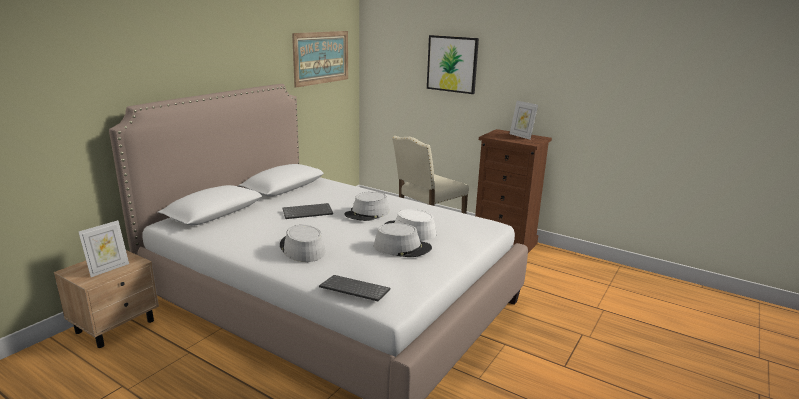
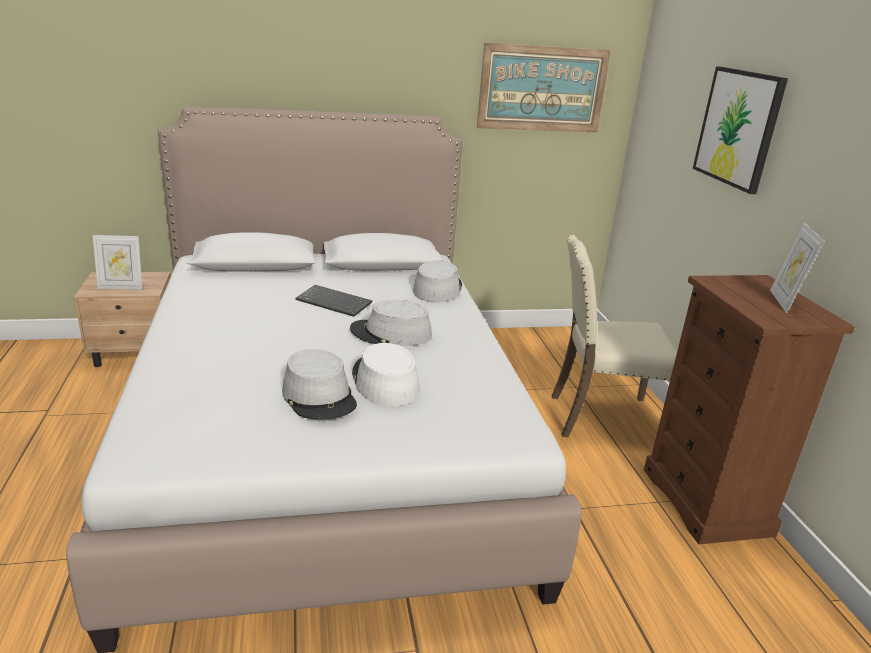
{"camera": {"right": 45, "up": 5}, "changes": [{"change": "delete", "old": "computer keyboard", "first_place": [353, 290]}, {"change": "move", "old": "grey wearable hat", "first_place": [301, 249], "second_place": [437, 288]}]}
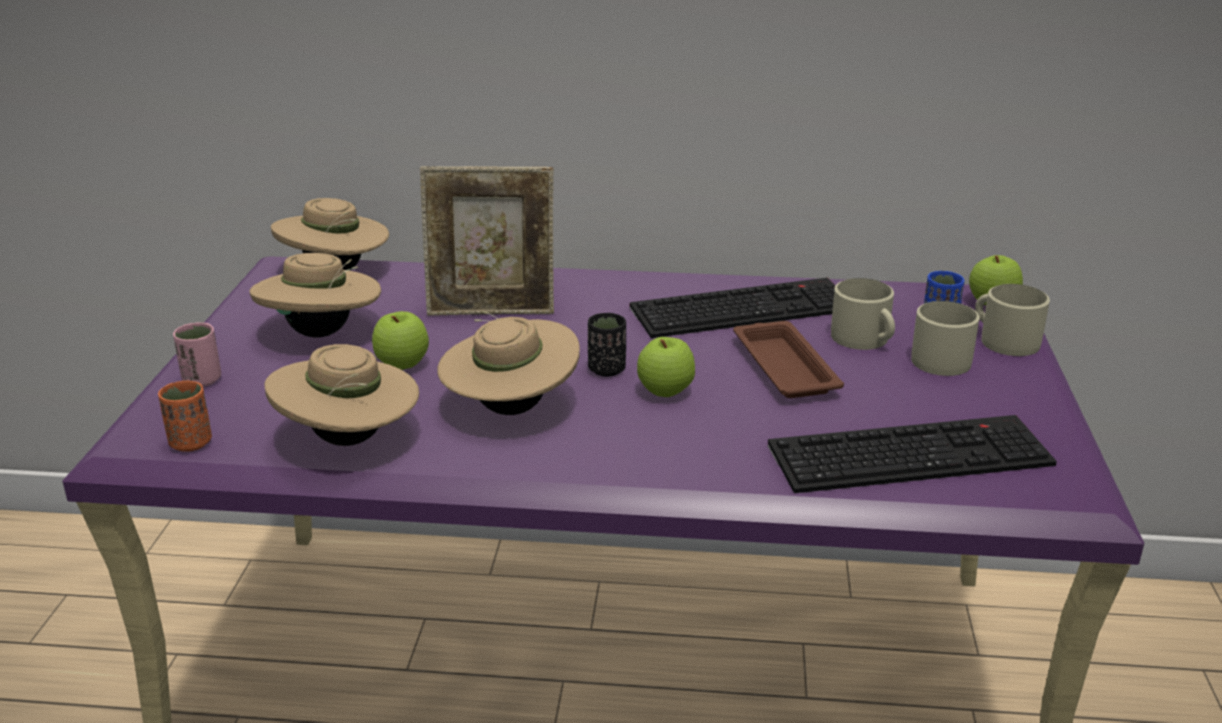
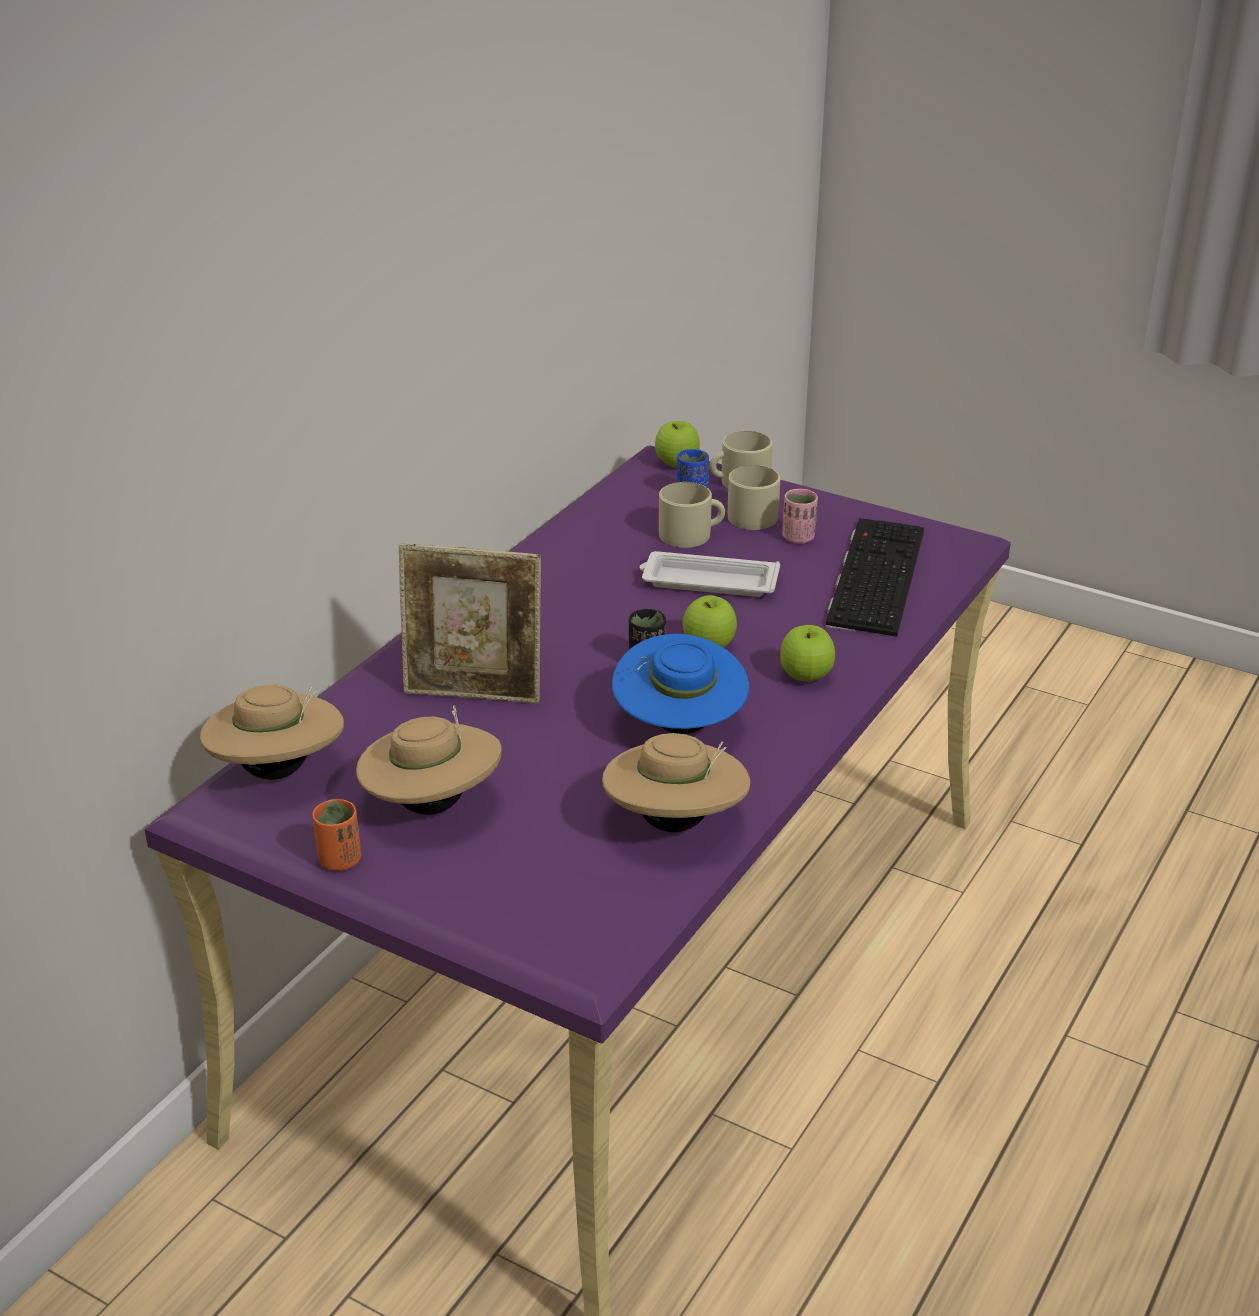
{"camera": {"right": -65, "up": 5}, "changes": [{"change": "delete", "old": "computer keyboard", "first_place": [744, 307]}, {"change": "move", "old": "orange small cup", "first_place": [190, 443], "second_place": [340, 860]}, {"change": "move", "old": "pink-coloured small cup", "first_place": [202, 380], "second_place": [798, 538]}, {"change": "move", "old": "whole apple", "first_place": [402, 365], "second_place": [806, 676]}, {"change": "recolor", "old": "sand-coloured wearable hat", "new": "blue wearable hat", "first_place": [510, 408], "second_place": [679, 727]}, {"change": "recolor", "old": "brown-coloured serving tray", "new": "white serving tray", "first_place": [783, 366], "second_place": [707, 582]}, {"change": "rotate", "old": "picture frame", "first_place": [492, 312], "second_place": [474, 694], "degrees": 75}]}
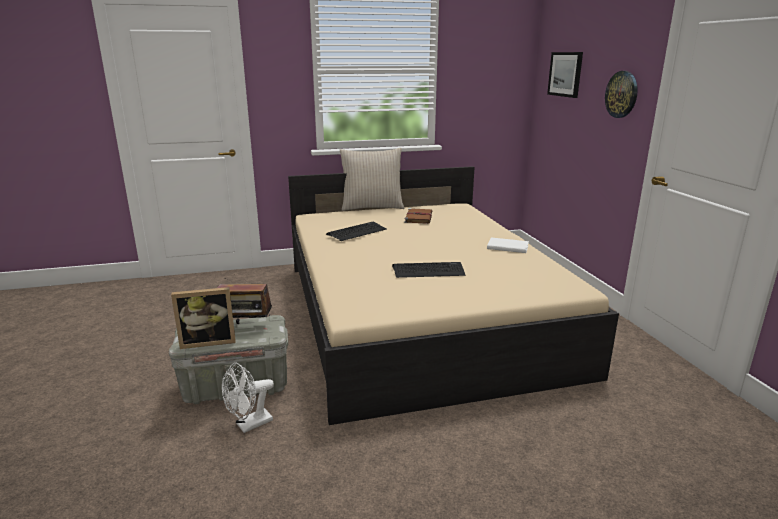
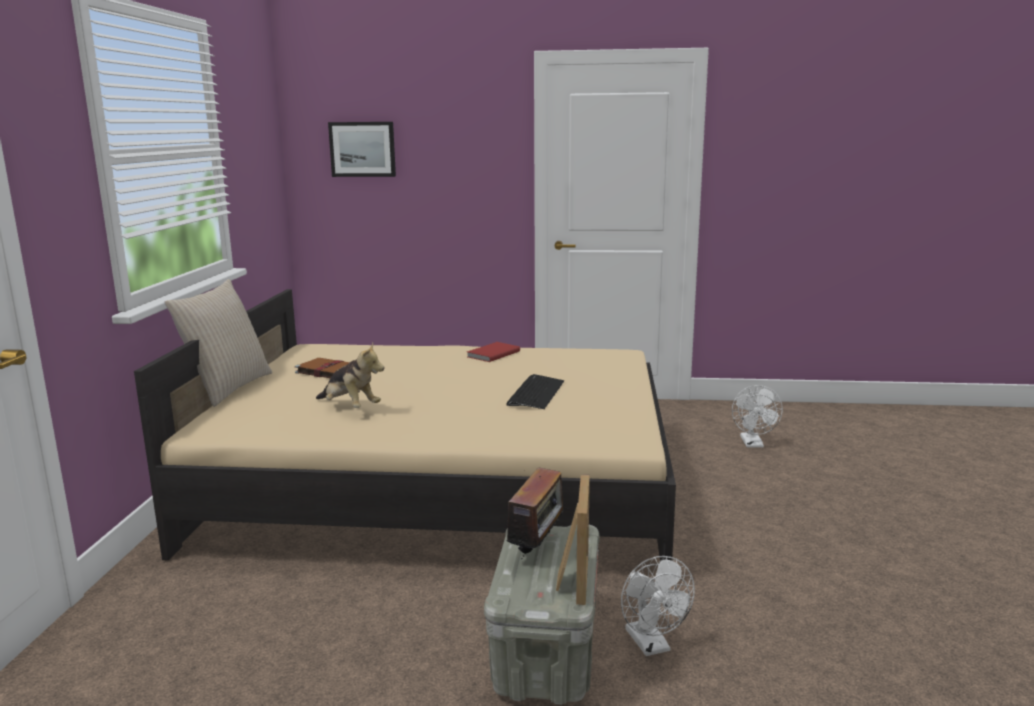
{"camera": {"right": -70, "up": -5}, "changes": [{"change": "delete", "old": "clock on the wall", "first_place": [622, 94]}, {"change": "insert", "new": "white fan", "second_place": [753, 444]}, {"change": "replace", "old": "computer keyboard", "new": "cuddly toy", "first_place": [357, 232], "second_place": [350, 407]}, {"change": "recolor", "old": "white volume", "new": "red-coloured volume", "first_place": [507, 247], "second_place": [492, 354]}]}
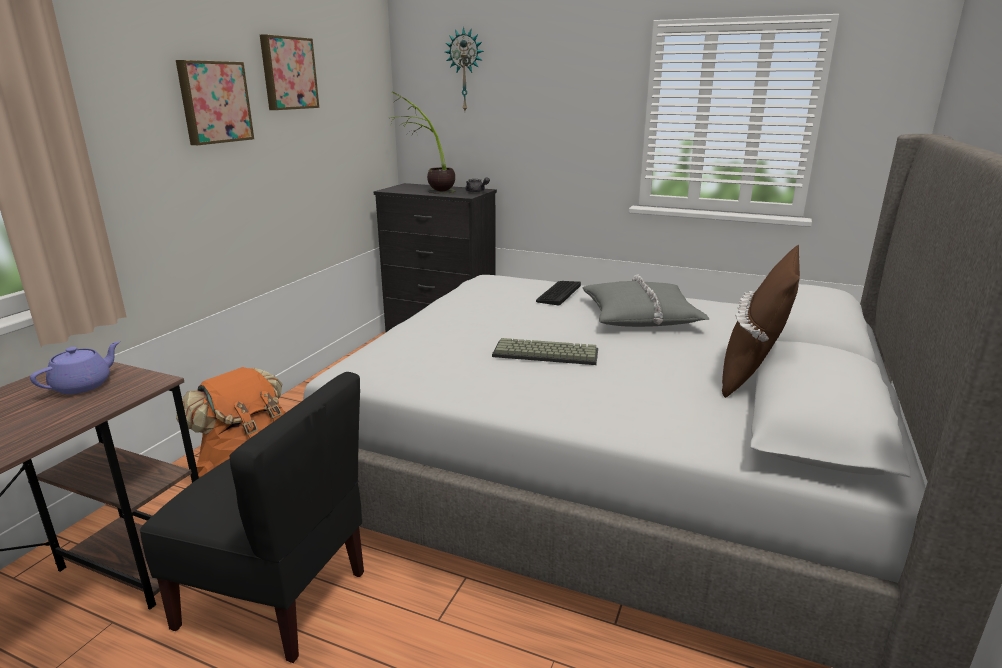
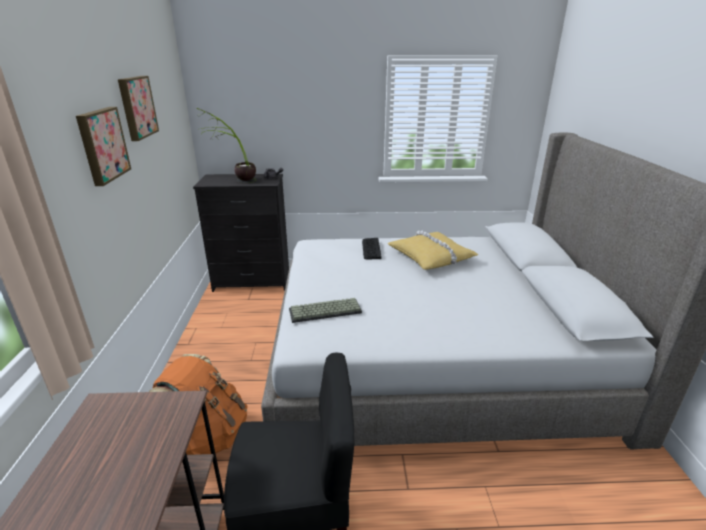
{"camera": {"right": -25, "up": 5}, "changes": [{"change": "delete", "old": "purple-coloured teapot", "first_place": [83, 385]}, {"change": "delete", "old": "clock on the wall", "first_place": [465, 70]}, {"change": "delete", "old": "brown-coloured throw pillow", "first_place": [752, 374]}, {"change": "move", "old": "computer keyboard", "first_place": [544, 354], "second_place": [324, 312]}, {"change": "recolor", "old": "grey throw pillow", "new": "yellowish throw pillow", "first_place": [640, 316], "second_place": [431, 257]}]}
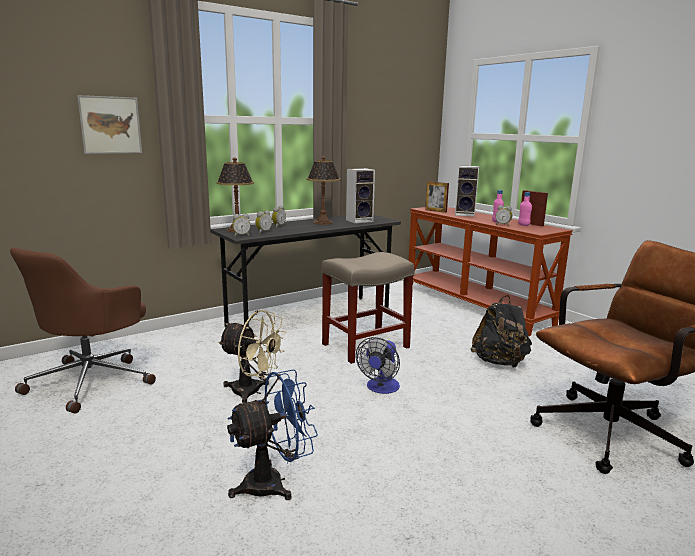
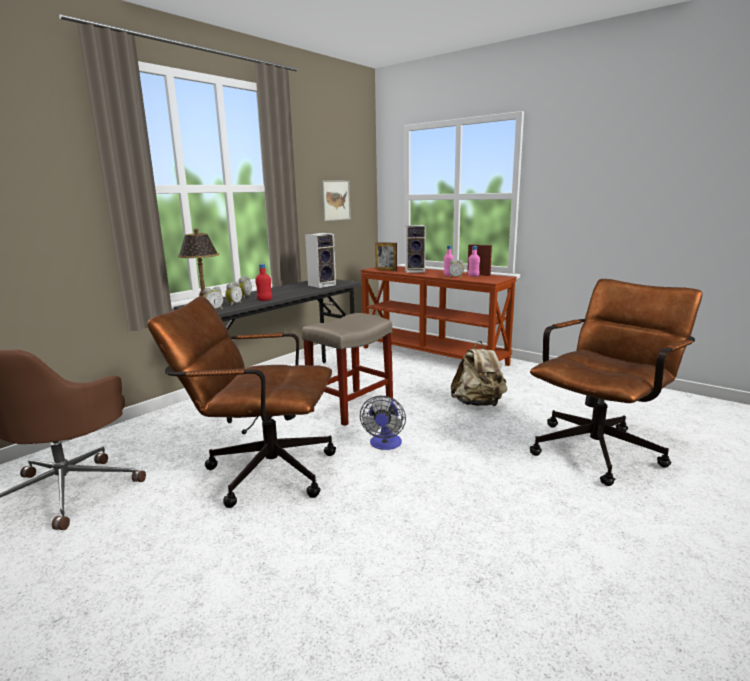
{"camera": {"right": -15, "up": 0}, "changes": [{"change": "delete", "old": "blue fan", "first_place": [273, 482]}, {"change": "delete", "old": "table lamp", "first_place": [323, 222]}, {"change": "insert", "new": "red-coloured beverage bottle", "second_place": [264, 300]}, {"change": "move", "old": "wall picture", "first_place": [110, 125], "second_place": [335, 200]}, {"change": "replace", "old": "sand-coloured fan", "new": "brown-coloured desk chair", "first_place": [253, 392], "second_place": [260, 470]}, {"change": "recolor", "old": "blackish knapsack", "new": "sand-coloured knapsack", "first_place": [499, 363], "second_place": [478, 404]}]}
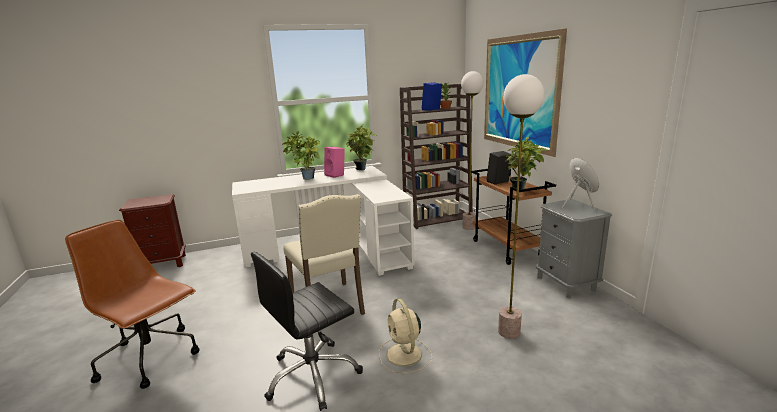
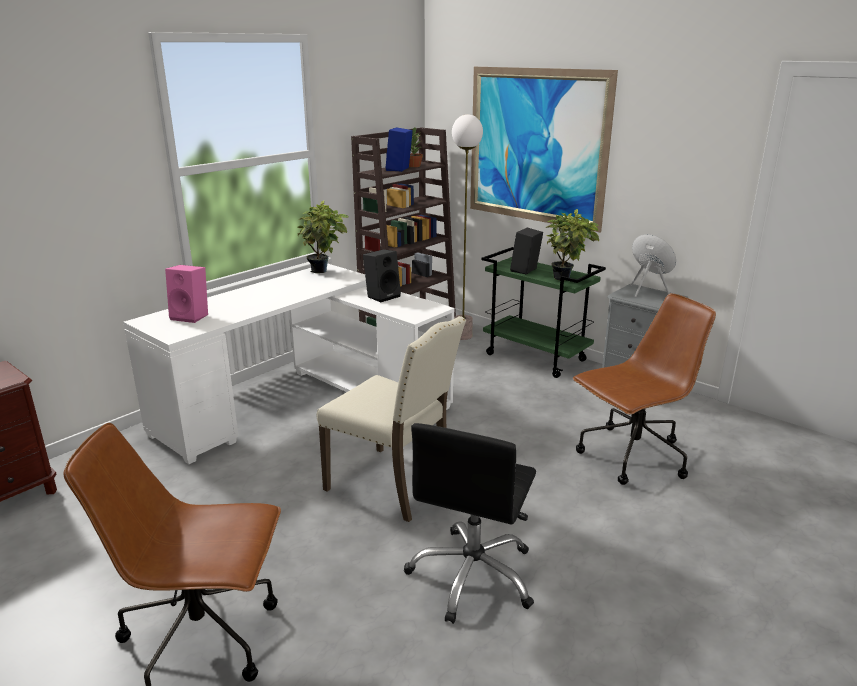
{"camera": {"right": -30, "up": 5}, "changes": [{"change": "delete", "old": "houseplant", "first_place": [305, 179]}, {"change": "delete", "old": "sand-coloured fan", "first_place": [404, 355]}, {"change": "insert", "new": "blackish loudspeaker", "second_place": [382, 296]}, {"change": "move", "old": "pink-coloured loudspeaker", "first_place": [336, 175], "second_place": [192, 316]}, {"change": "replace", "old": "standing lamp", "new": "brown-coloured desk chair", "first_place": [509, 332], "second_place": [631, 457]}, {"change": "recolor", "old": "brown-coloured wheeled cart", "new": "greenish wheeled cart", "first_place": [507, 249], "second_place": [536, 357]}]}
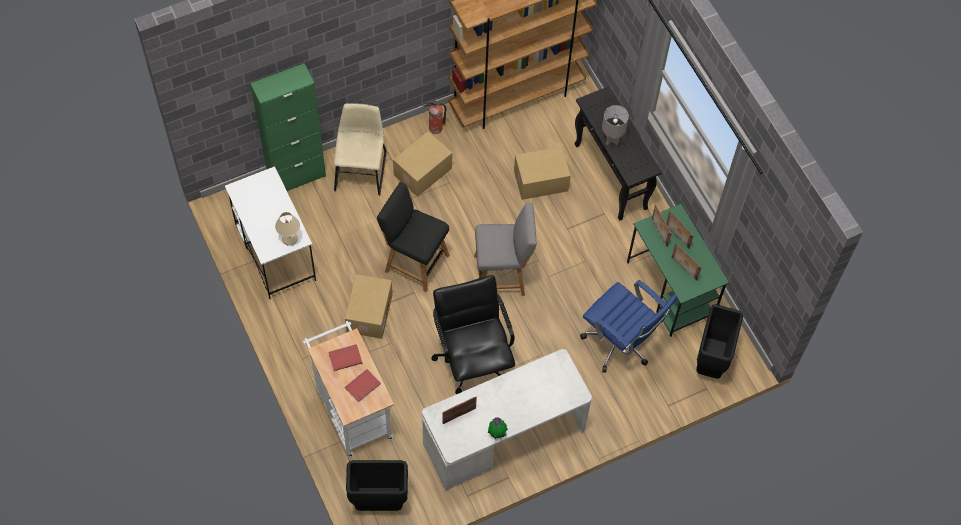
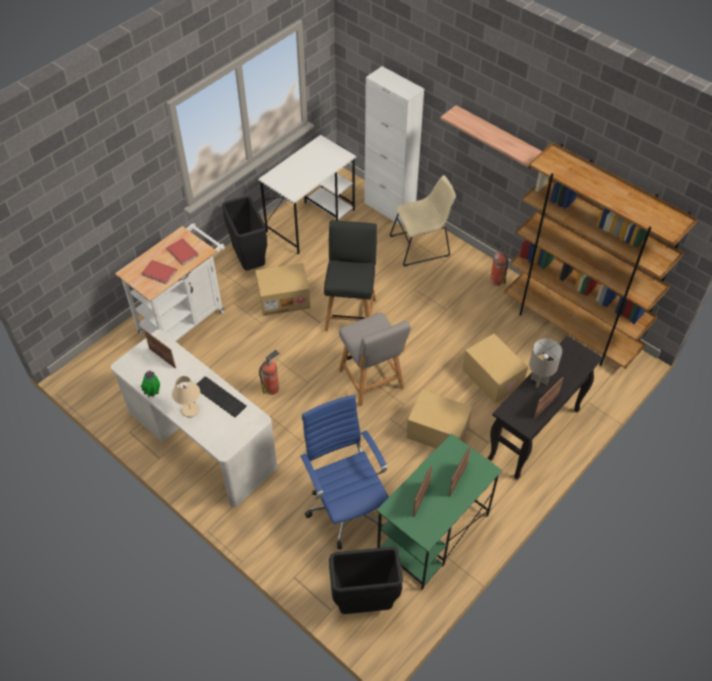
{"camera": {"right": 70, "up": -10}, "changes": [{"change": "insert", "new": "computer keyboard", "second_place": [218, 397]}, {"change": "insert", "new": "bracket shelf", "second_place": [497, 138]}, {"change": "move", "old": "sand-coloured table lamp", "first_place": [289, 239], "second_place": [190, 410]}, {"change": "move", "old": "blackish rubbish bin", "first_place": [379, 503], "second_place": [249, 262]}, {"change": "move", "old": "cardboard box", "first_place": [423, 172], "second_place": [437, 432]}, {"change": "move", "old": "picture frame", "first_place": [659, 232], "second_place": [545, 406]}, {"change": "replace", "old": "blackish desk chair", "new": "fire-fighting cylinder", "first_place": [472, 359], "second_place": [272, 388]}, {"change": "recolor", "old": "greenish cupboard", "new": "white cupboard", "first_place": [296, 176], "second_place": [389, 209]}, {"change": "rotate", "old": "blue desk chair", "first_place": [620, 344], "second_place": [345, 507], "degrees": 135}]}
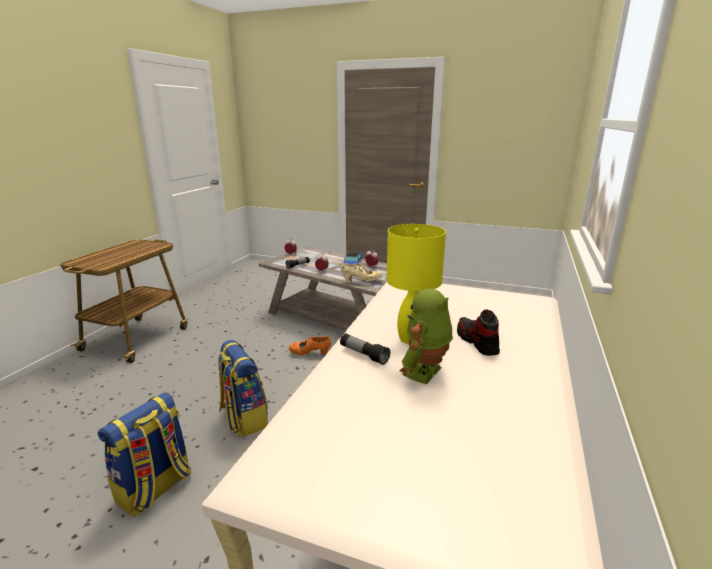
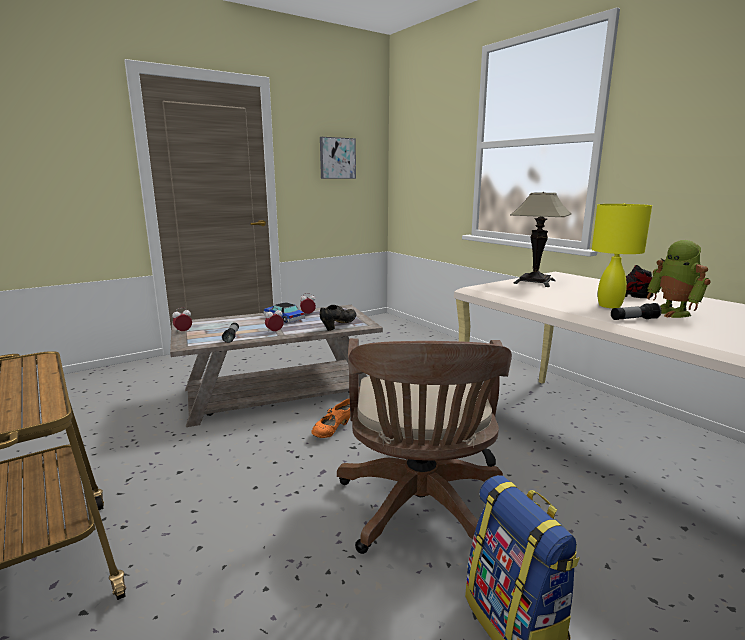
{"camera": {"right": -55, "up": -5}, "changes": [{"change": "insert", "new": "wall picture", "second_place": [337, 158]}, {"change": "insert", "new": "table lamp", "second_place": [534, 282]}, {"change": "replace", "old": "knapsack", "new": "brown-coloured desk chair", "first_place": [243, 418], "second_place": [420, 512]}, {"change": "recolor", "old": "sand-coloured item of footwear", "new": "blackish item of footwear", "first_place": [362, 281], "second_place": [339, 326]}]}
